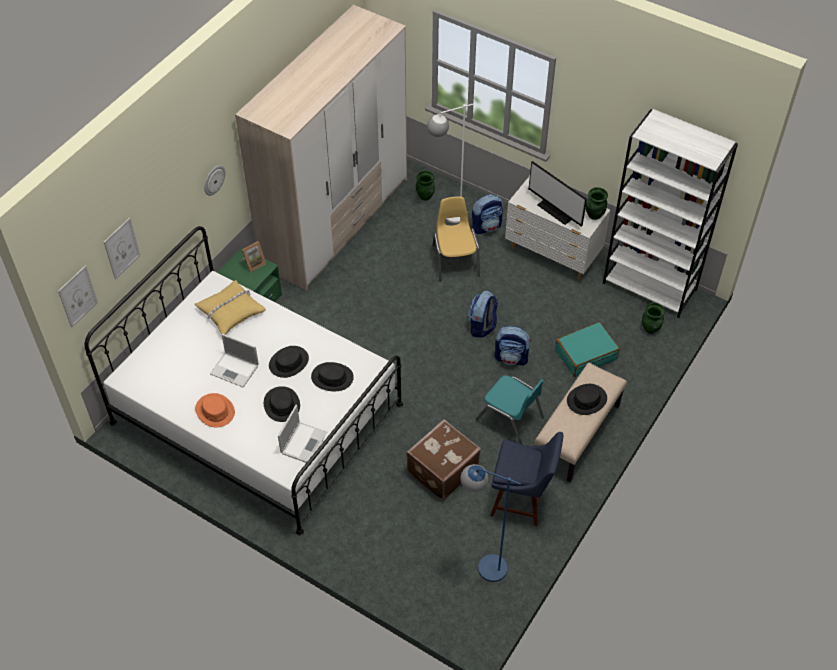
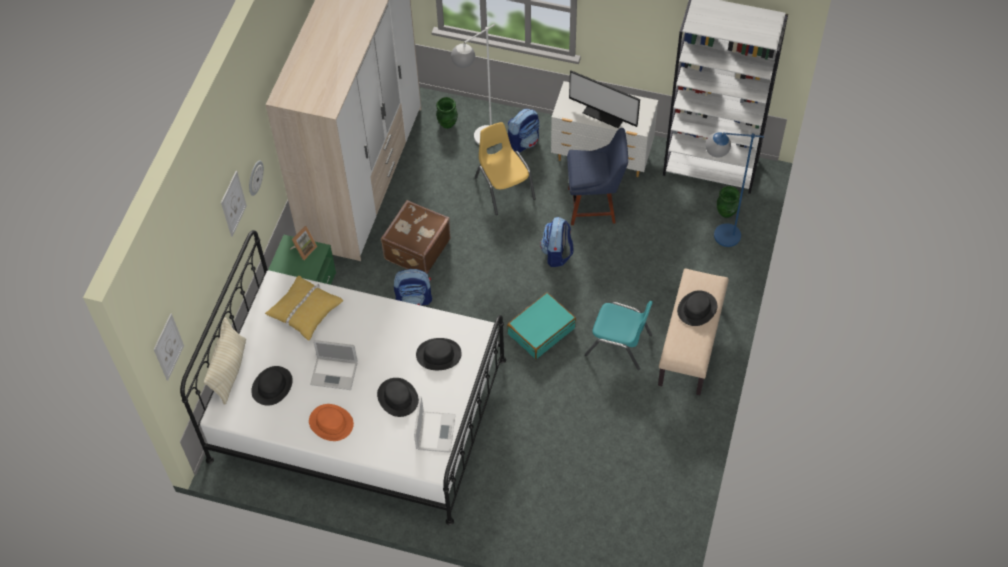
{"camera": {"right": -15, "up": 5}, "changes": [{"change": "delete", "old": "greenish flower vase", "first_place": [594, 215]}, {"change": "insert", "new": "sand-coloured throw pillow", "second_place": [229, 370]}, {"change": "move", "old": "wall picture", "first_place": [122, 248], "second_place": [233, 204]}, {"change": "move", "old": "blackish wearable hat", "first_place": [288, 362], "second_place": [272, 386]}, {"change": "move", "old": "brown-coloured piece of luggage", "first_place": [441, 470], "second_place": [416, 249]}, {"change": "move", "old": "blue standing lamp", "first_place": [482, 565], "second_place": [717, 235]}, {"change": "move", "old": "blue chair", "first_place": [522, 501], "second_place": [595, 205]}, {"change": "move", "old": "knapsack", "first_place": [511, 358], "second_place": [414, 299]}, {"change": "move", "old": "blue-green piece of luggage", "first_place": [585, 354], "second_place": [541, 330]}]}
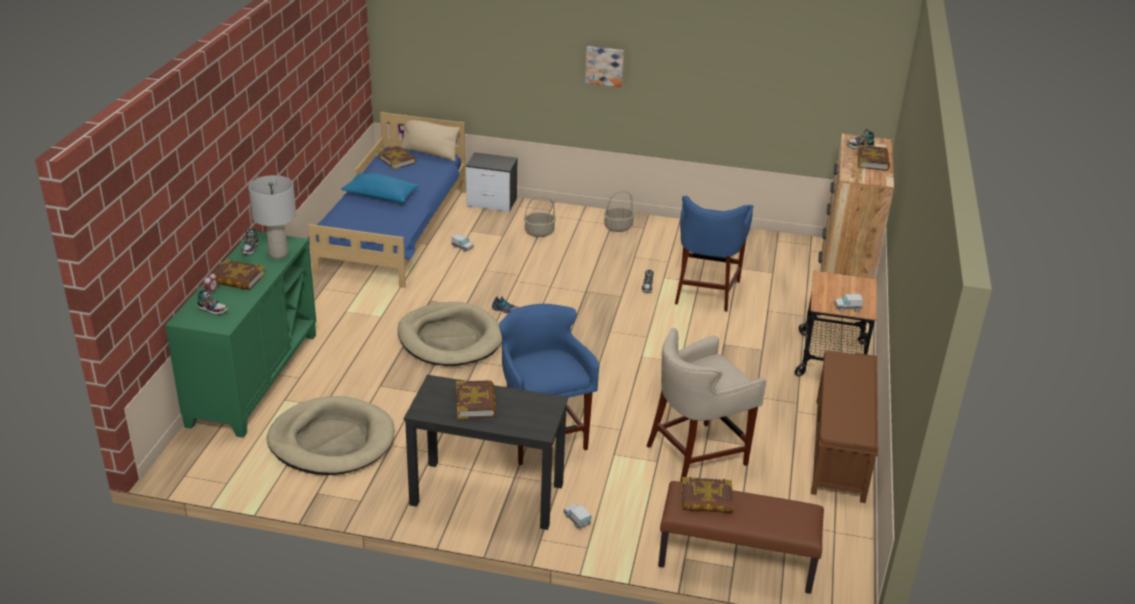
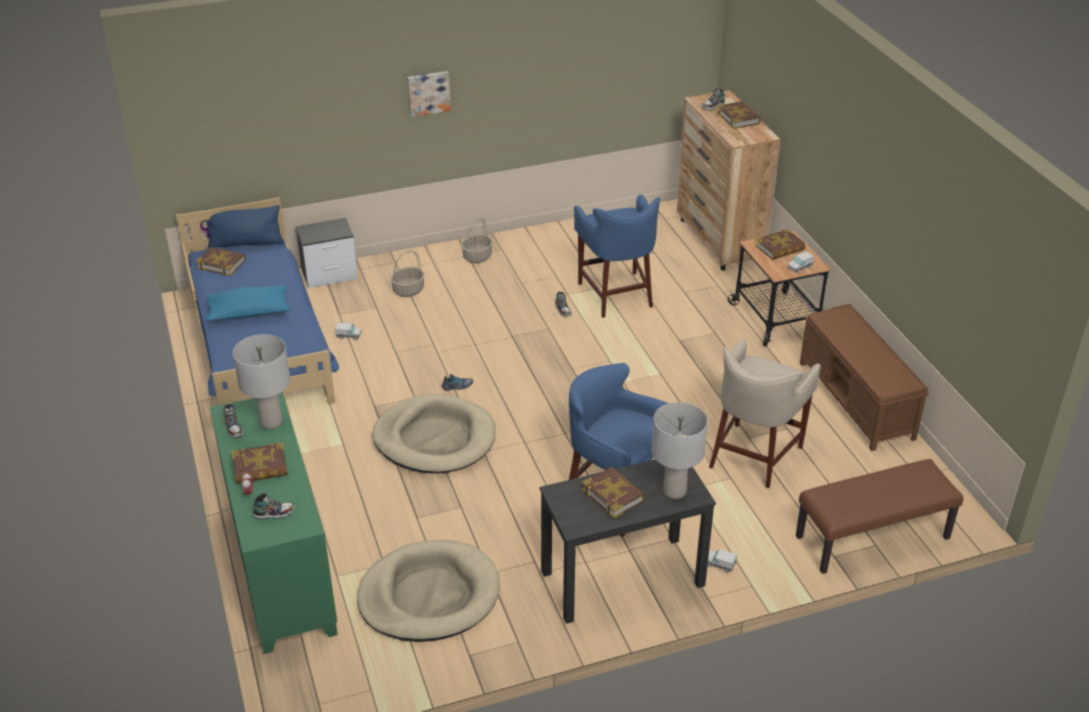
{"camera": {"right": -30, "up": 5}, "changes": [{"change": "insert", "new": "grey table lamp", "second_place": [675, 491]}, {"change": "move", "old": "volume", "first_place": [706, 500], "second_place": [780, 248]}, {"change": "recolor", "old": "sand-coloured throw pillow", "new": "blue throw pillow", "first_place": [429, 153], "second_place": [246, 243]}]}
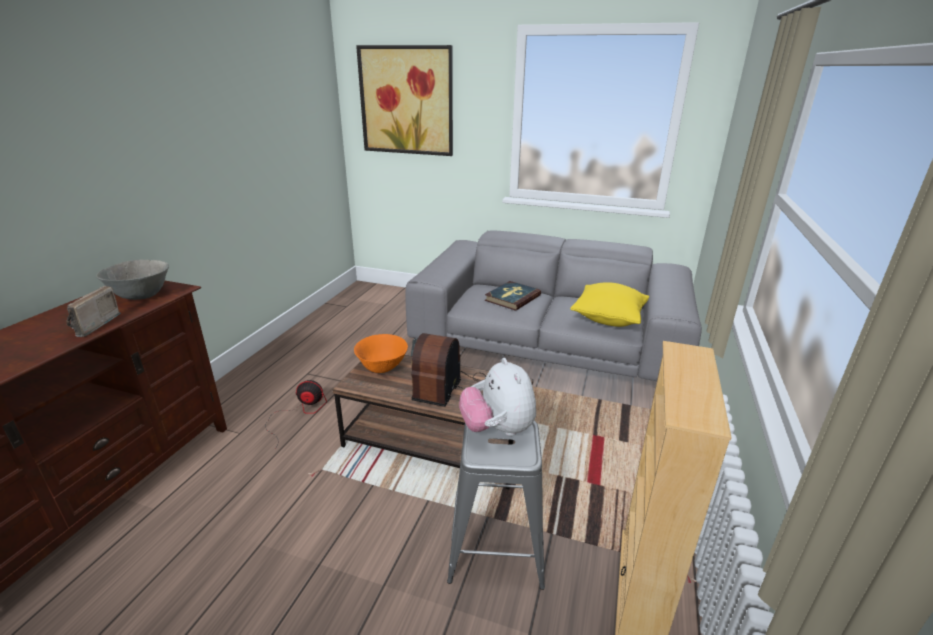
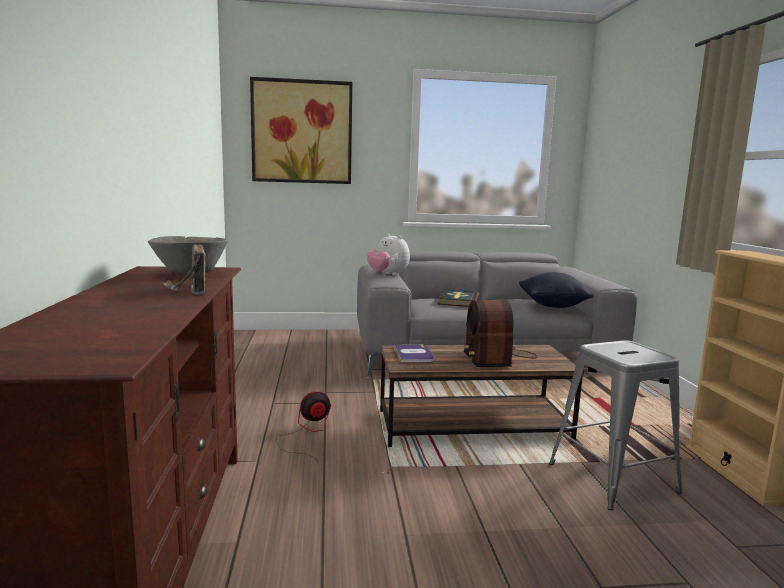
{"camera": {"right": -25, "up": -15}, "changes": [{"change": "move", "old": "cuddly toy", "first_place": [497, 429], "second_place": [388, 274]}, {"change": "replace", "old": "orange bowl", "new": "volume", "first_place": [382, 368], "second_place": [413, 354]}, {"change": "recolor", "old": "yellowish throw pillow", "new": "blackish throw pillow", "first_place": [608, 319], "second_place": [552, 305]}]}
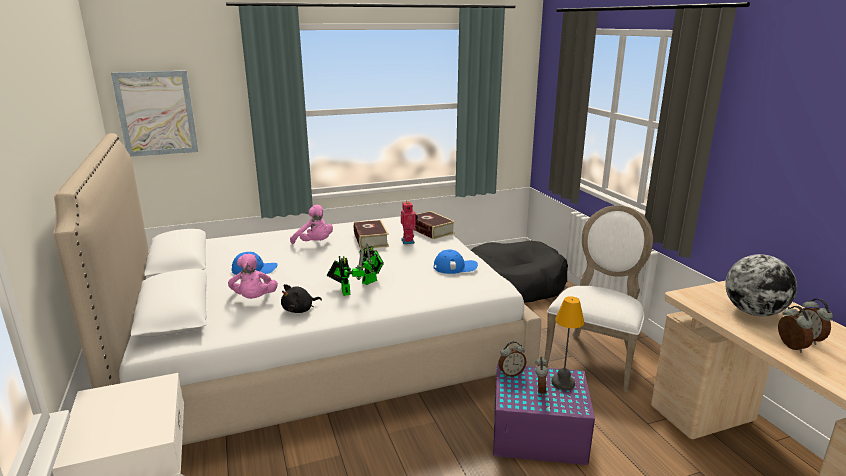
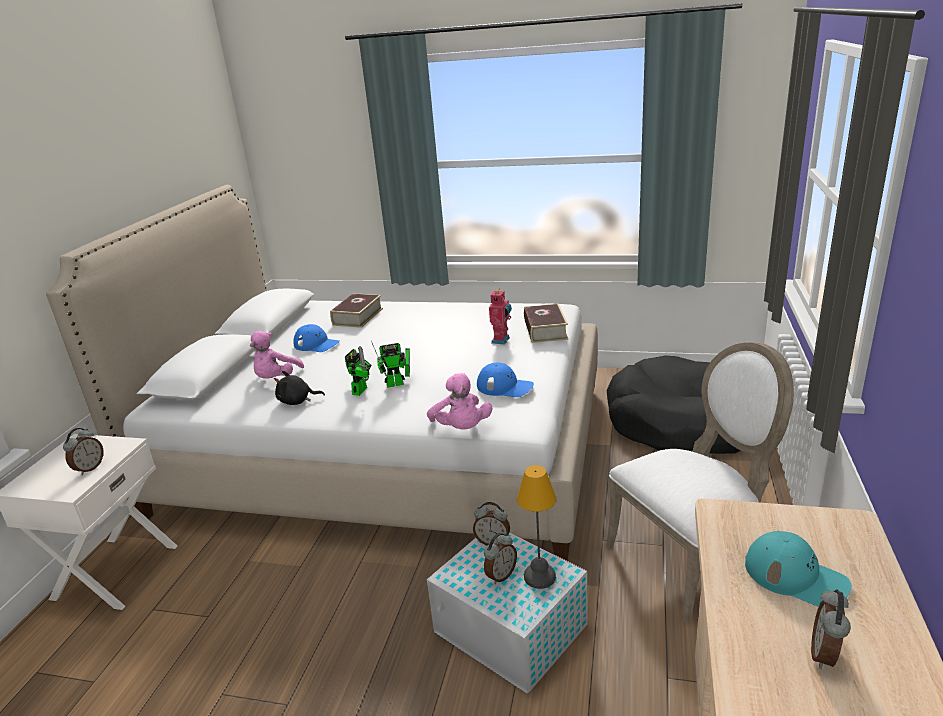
{"camera": {"right": 35, "up": 5}, "changes": [{"change": "delete", "old": "wall picture", "first_place": [156, 113]}, {"change": "move", "old": "pink-coloured cuddly toy", "first_place": [315, 243], "second_place": [461, 429]}, {"change": "move", "old": "volume", "first_place": [370, 240], "second_place": [358, 316]}, {"change": "move", "old": "table clock", "first_place": [790, 347], "second_place": [89, 468]}, {"change": "replace", "old": "globe", "new": "blue-green cap", "first_place": [753, 312], "second_place": [795, 576]}, {"change": "recolor", "old": "purple-coloured storage bin", "new": "white storage bin", "first_place": [540, 434], "second_place": [511, 630]}]}
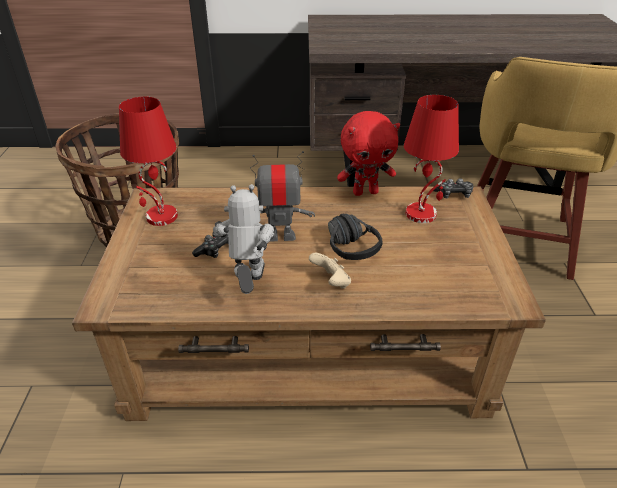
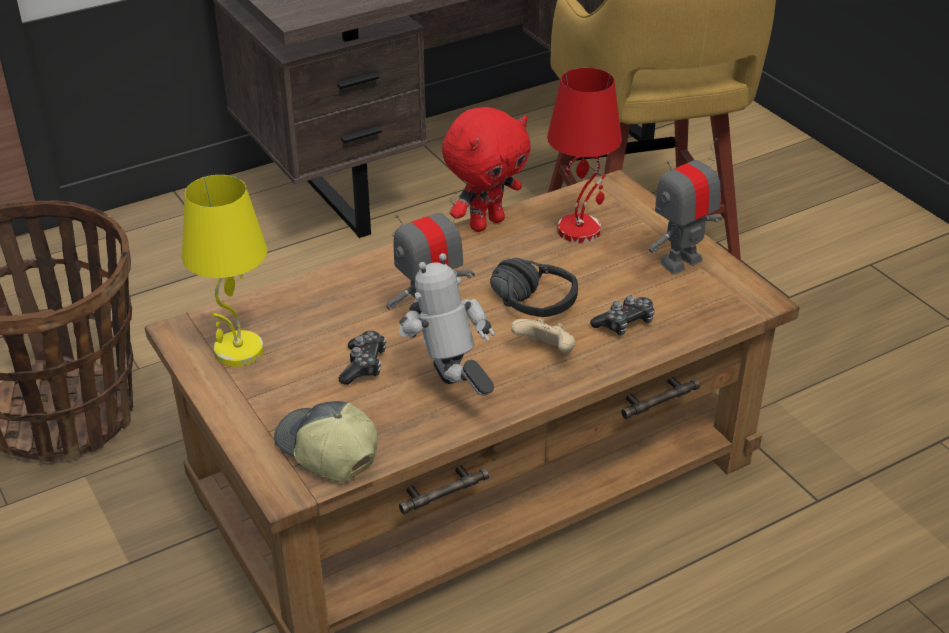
{"camera": {"right": -30, "up": 0}, "changes": [{"change": "insert", "new": "cap", "second_place": [326, 451]}, {"change": "insert", "new": "model robot", "second_place": [681, 262]}, {"change": "move", "old": "gamepad", "first_place": [453, 194], "second_place": [625, 323]}, {"change": "recolor", "old": "red-coloured table lamp", "new": "yellowish table lamp", "first_place": [161, 217], "second_place": [238, 352]}]}
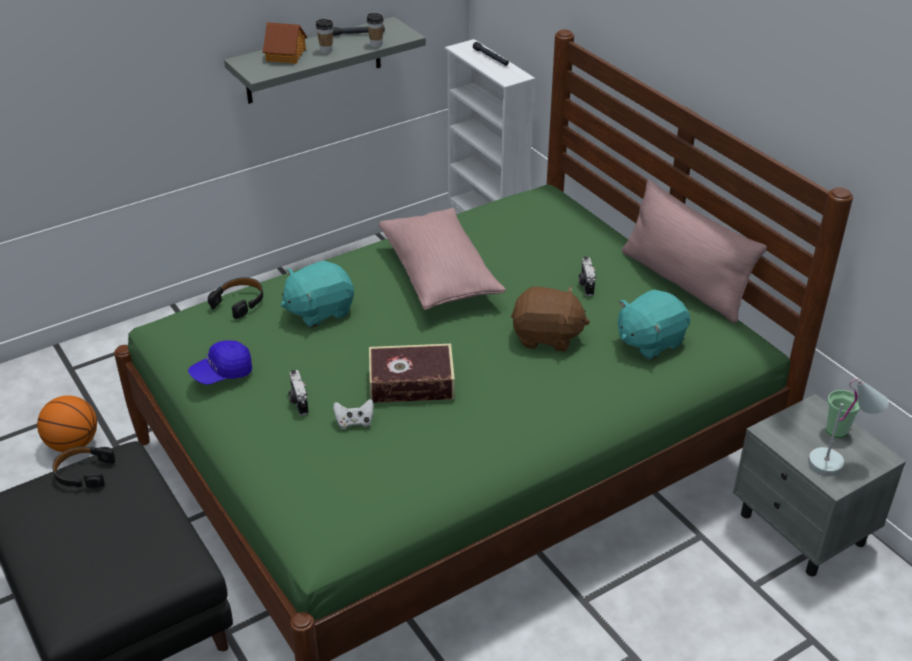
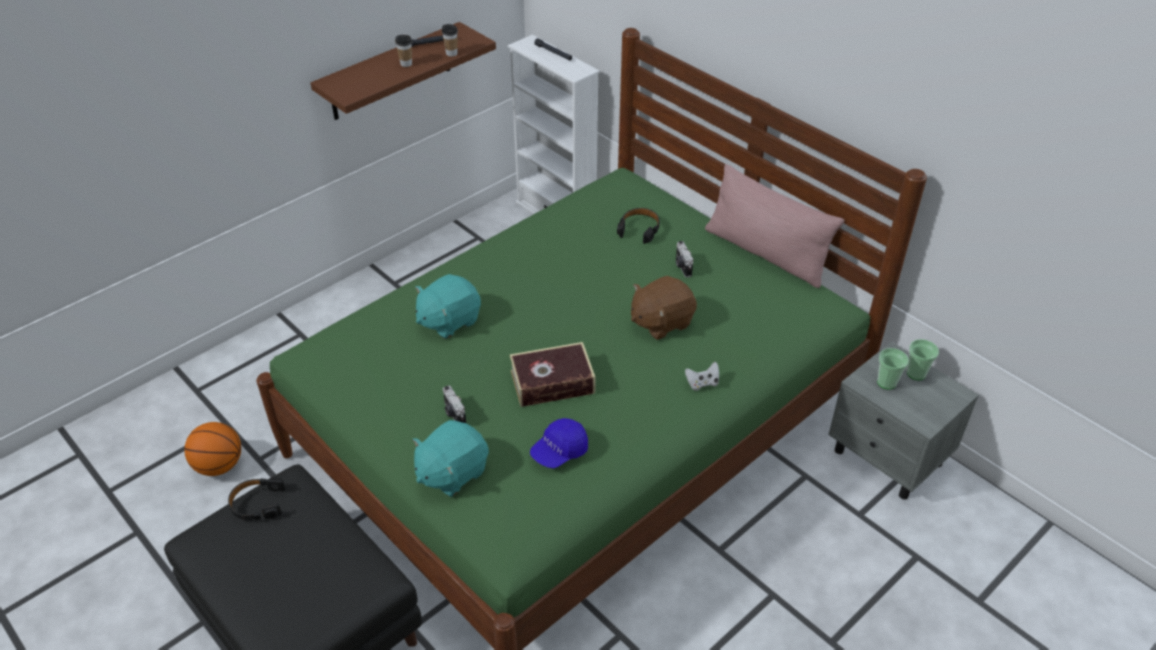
{"camera": {"right": -10, "up": 5}, "changes": [{"change": "delete", "old": "model house", "first_place": [286, 55]}, {"change": "delete", "old": "pink-coloured throw pillow", "first_place": [439, 275]}, {"change": "delete", "old": "white table lamp", "first_place": [839, 460]}, {"change": "insert", "new": "small cup", "second_place": [886, 382]}, {"change": "move", "old": "blue cap", "first_place": [222, 373], "second_place": [559, 452]}, {"change": "move", "old": "blackish headset", "first_place": [239, 302], "second_place": [639, 229]}, {"change": "move", "old": "white gamepad", "first_place": [354, 422], "second_place": [702, 383]}, {"change": "move", "old": "blue-green cuddly toy", "first_place": [649, 342], "second_place": [451, 472]}, {"change": "recolor", "old": "grey bracket shelf", "new": "brown-coloured bracket shelf", "first_place": [313, 61], "second_place": [390, 72]}, {"change": "rotate", "old": "brown-coloured cuddly toy", "first_place": [547, 337], "second_place": [661, 322], "degrees": 150}]}
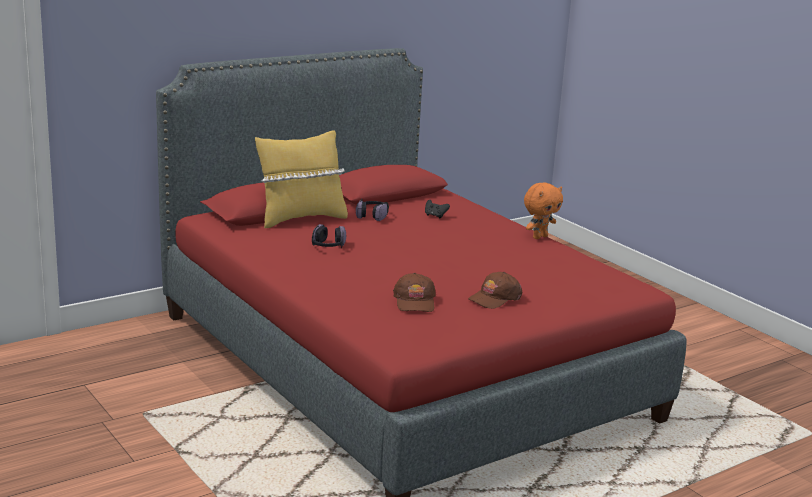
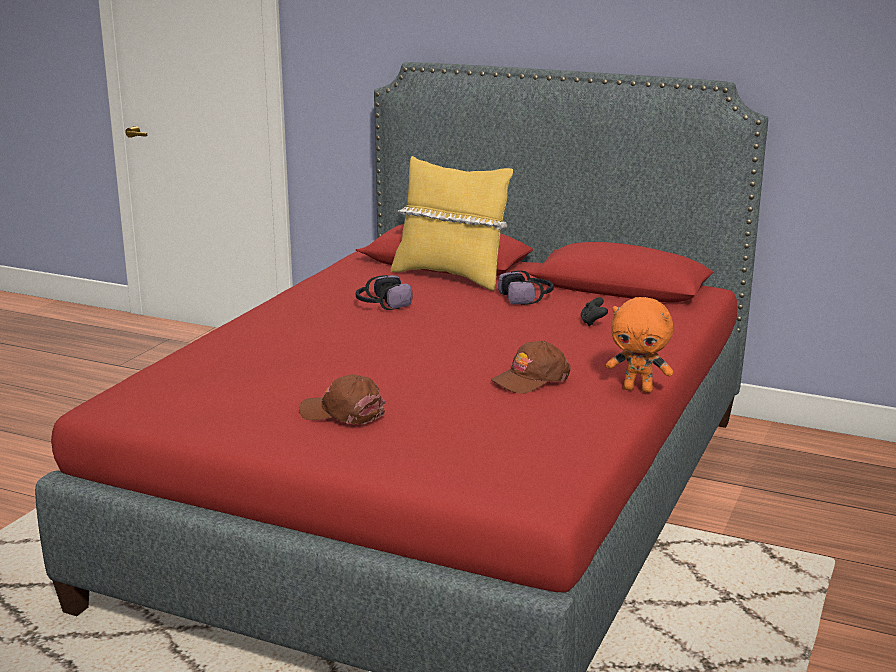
{"camera": {"right": 60, "up": 0}, "changes": [{"change": "move", "old": "brown-coloured cap", "first_place": [415, 301], "second_place": [530, 379]}]}
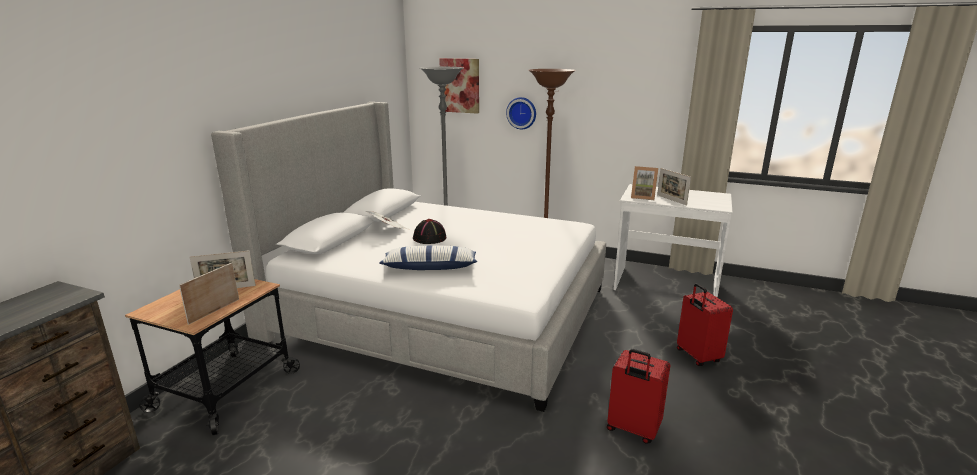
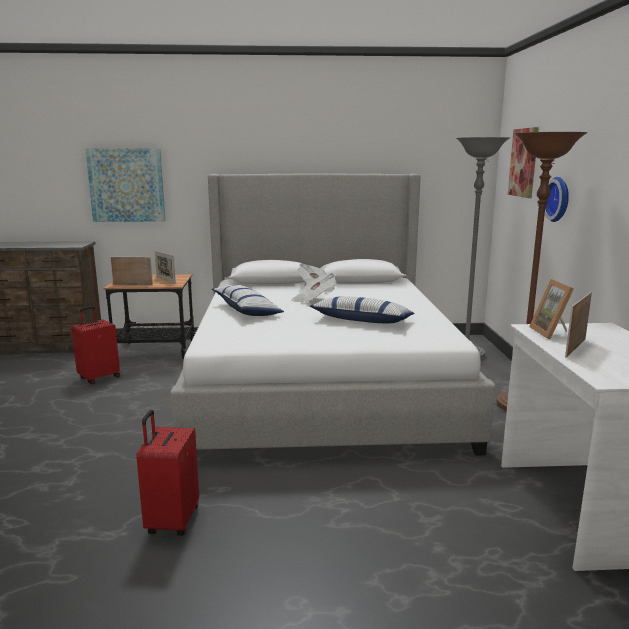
{"camera": {"right": 65, "up": -5}, "changes": [{"change": "insert", "new": "wall picture", "second_place": [126, 185]}, {"change": "insert", "new": "throw pillow", "second_place": [362, 321]}, {"change": "move", "old": "red-coloured piece of luggage", "first_place": [697, 356], "second_place": [99, 377]}, {"change": "replace", "old": "blackish wearable hat", "new": "printed paper", "first_place": [430, 238], "second_place": [314, 300]}]}
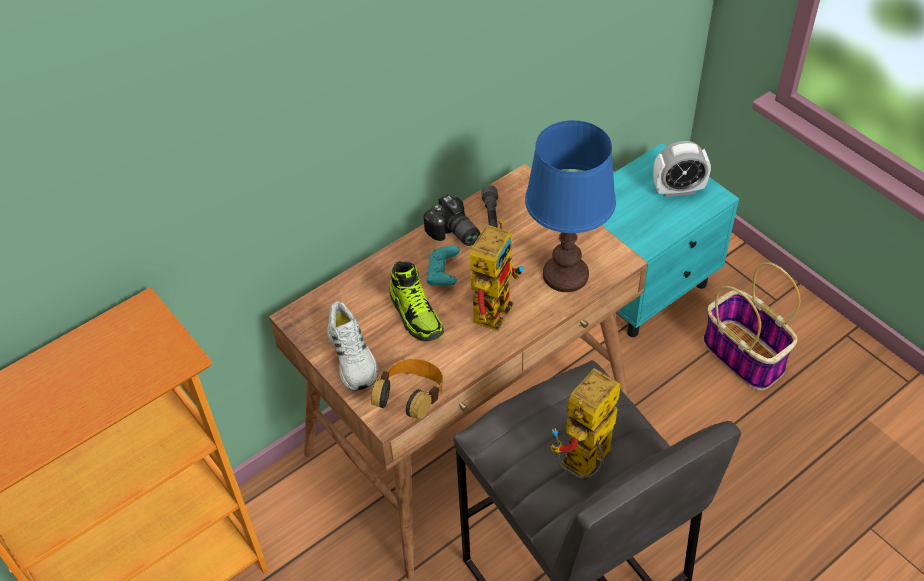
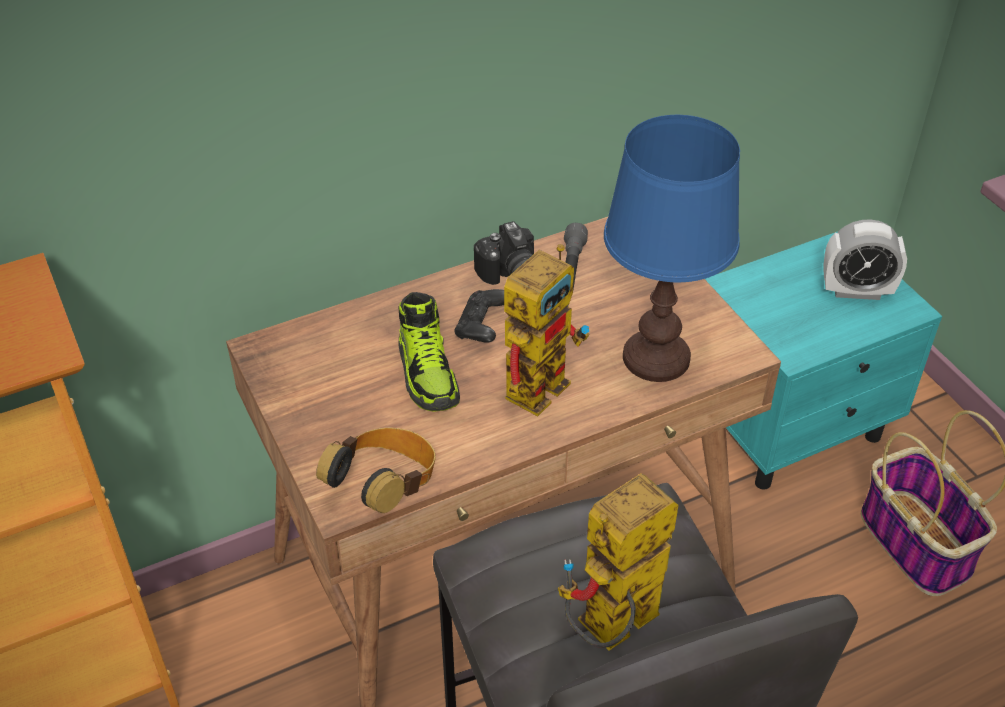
{"camera": {"right": 10, "up": -5}, "changes": [{"change": "delete", "old": "white item of footwear", "first_place": [353, 356]}, {"change": "recolor", "old": "blue-green gamepad", "new": "blackish gamepad", "first_place": [443, 274], "second_place": [482, 328]}]}
